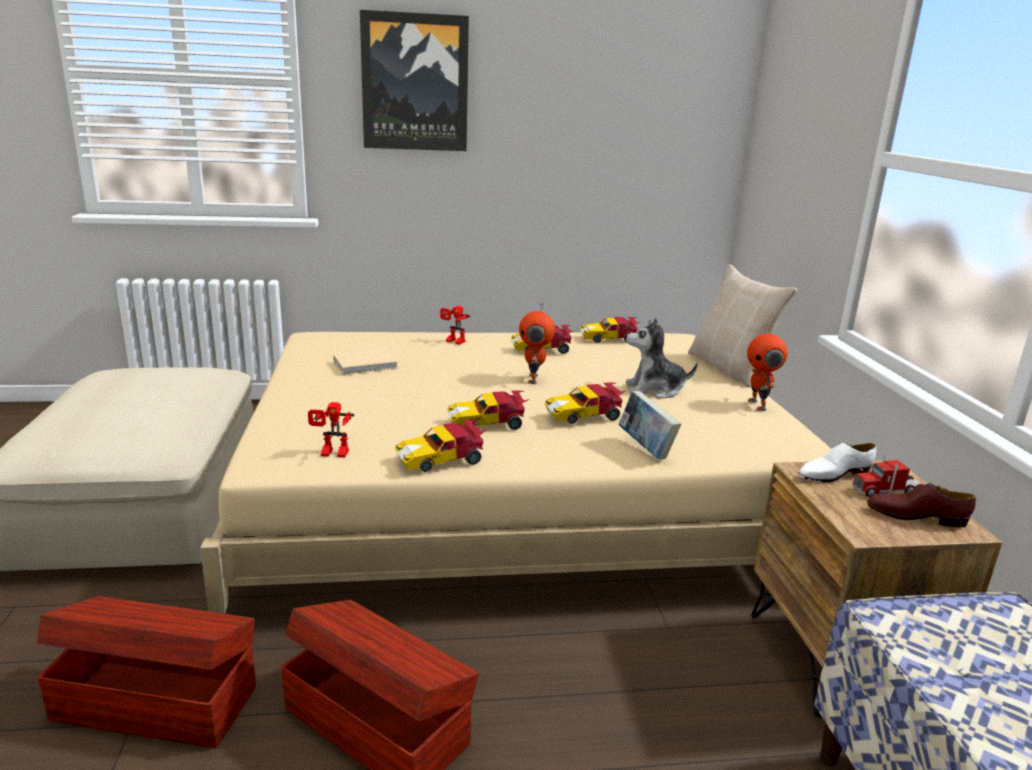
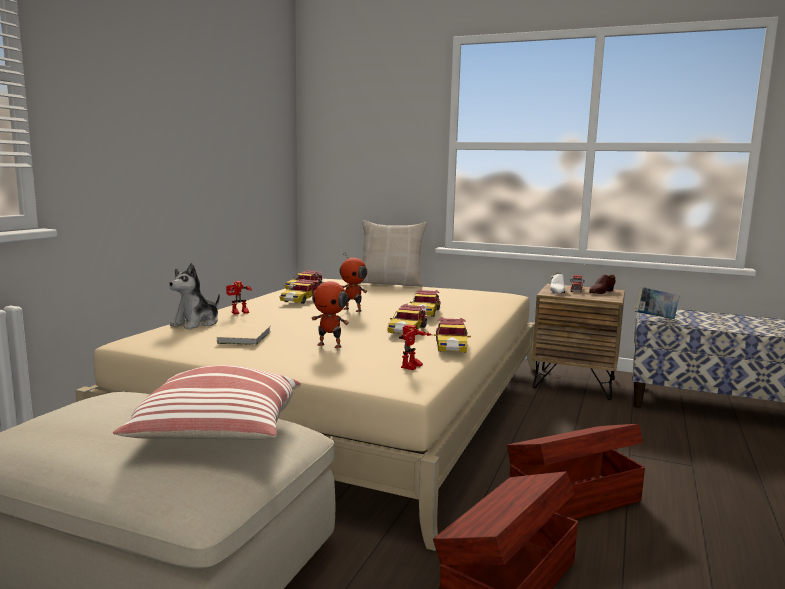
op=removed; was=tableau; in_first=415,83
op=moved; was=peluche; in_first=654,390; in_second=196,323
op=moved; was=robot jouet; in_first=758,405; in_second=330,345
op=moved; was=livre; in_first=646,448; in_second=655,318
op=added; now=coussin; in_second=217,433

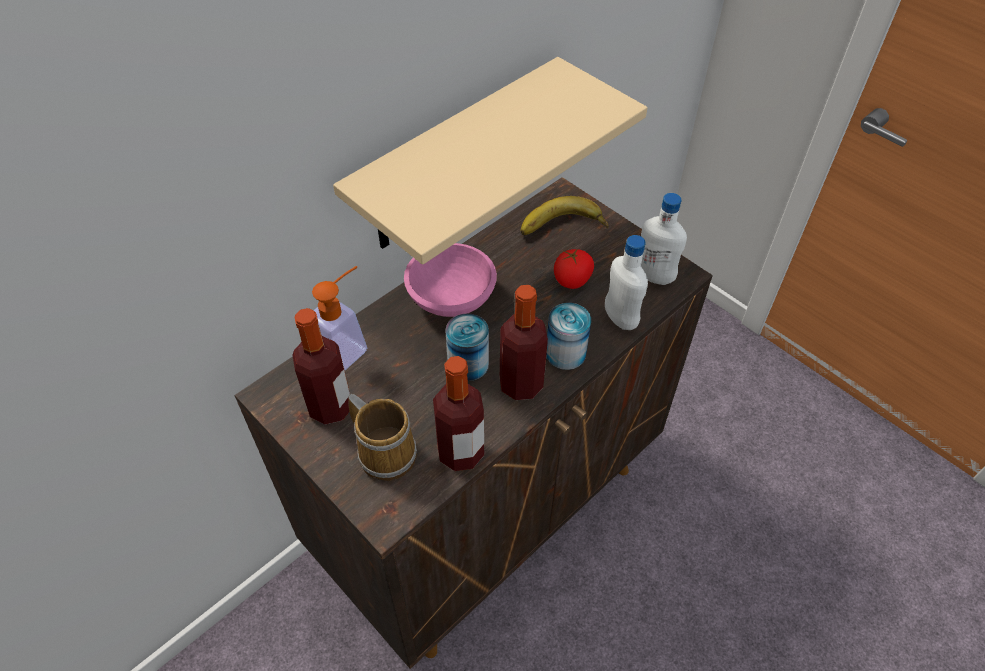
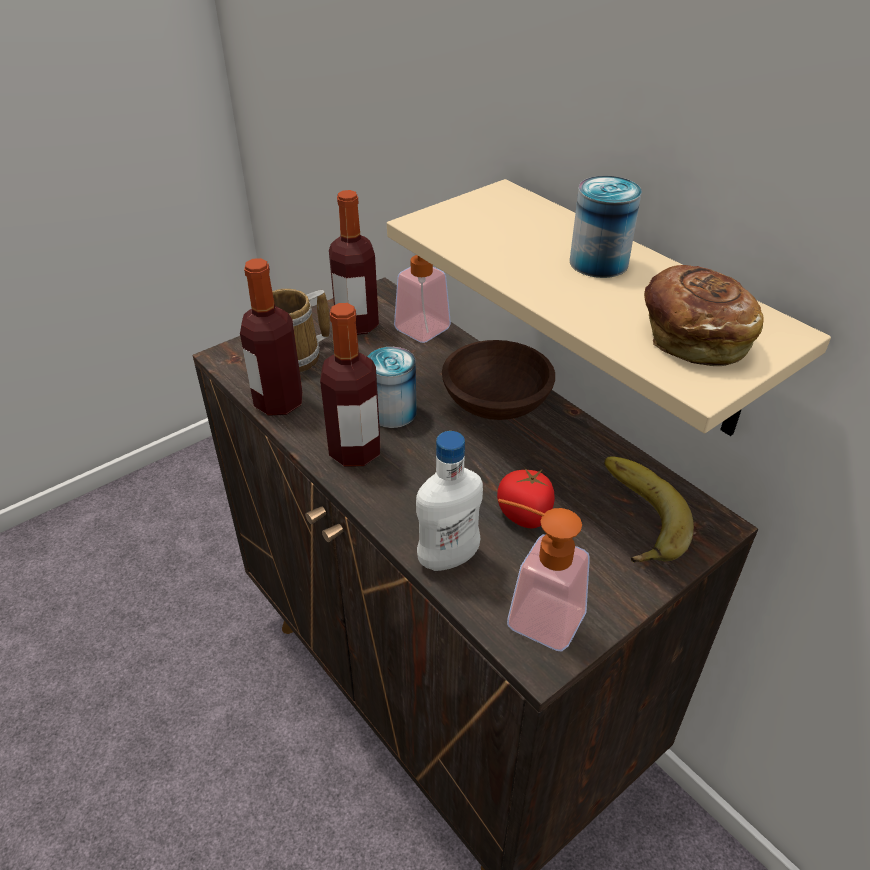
op=replaced; was=bouteille (blanc); now=distributeur de savon; in_first=654,277; in_second=533,614
op=recoloured; was=bol (rose); now=bol (marron); in_first=451,298; in_second=494,403
op=moved; was=boîte métallique; in_first=565,353; in_second=598,262
op=added; now=pain; in_second=693,337

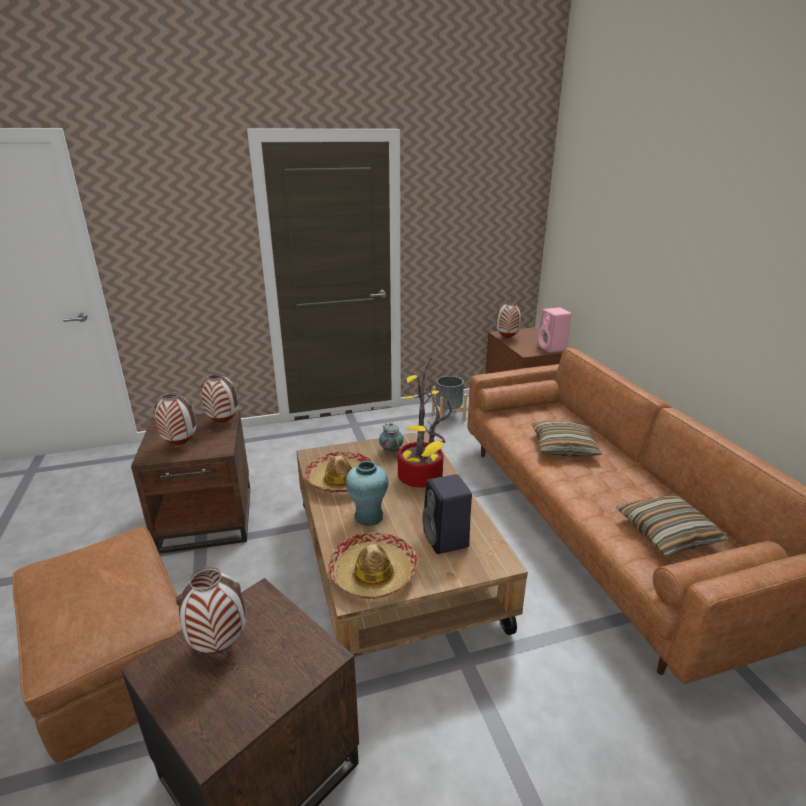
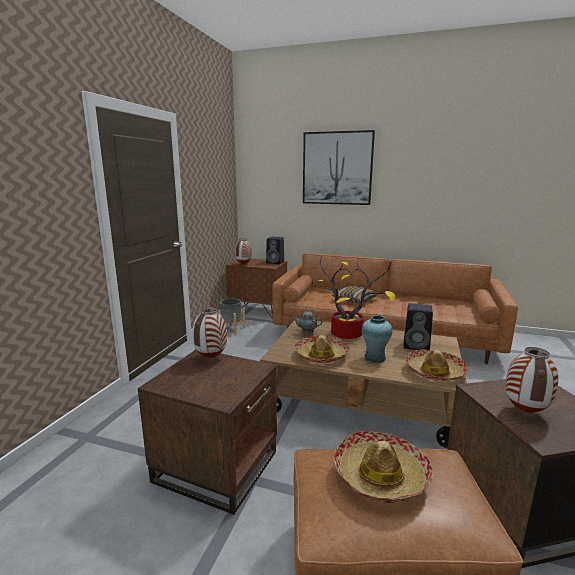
op=recoloured; was=enceinte (rose); now=enceinte (noir); in_first=552,348; in_second=276,262
op=removed; was=vase; in_first=180,445
op=removed; was=coussin; in_first=667,533
op=added; now=tableau; in_second=337,168
op=added; now=chapeau; in_second=381,475

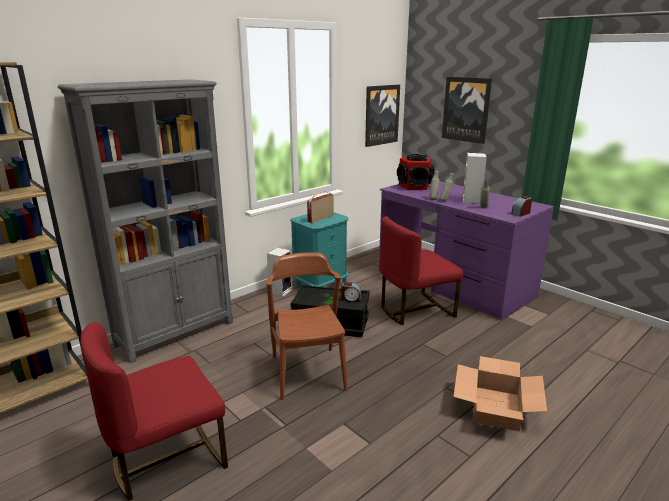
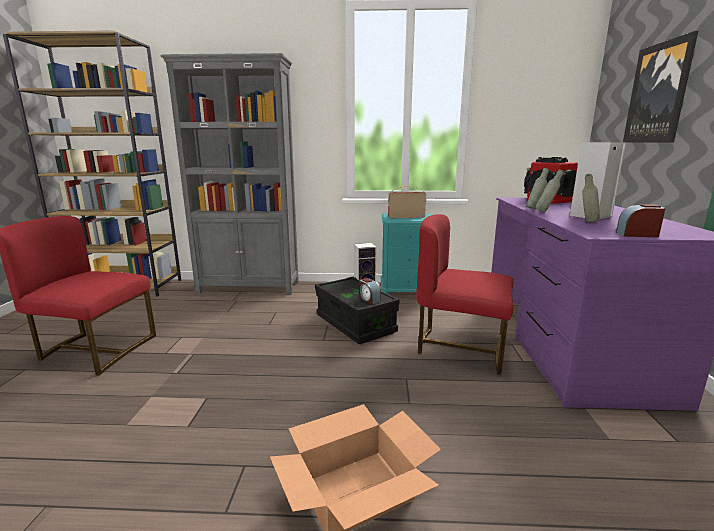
op=removed; was=tableau; in_first=381,115
op=removed; was=chaise (marron); in_first=308,372

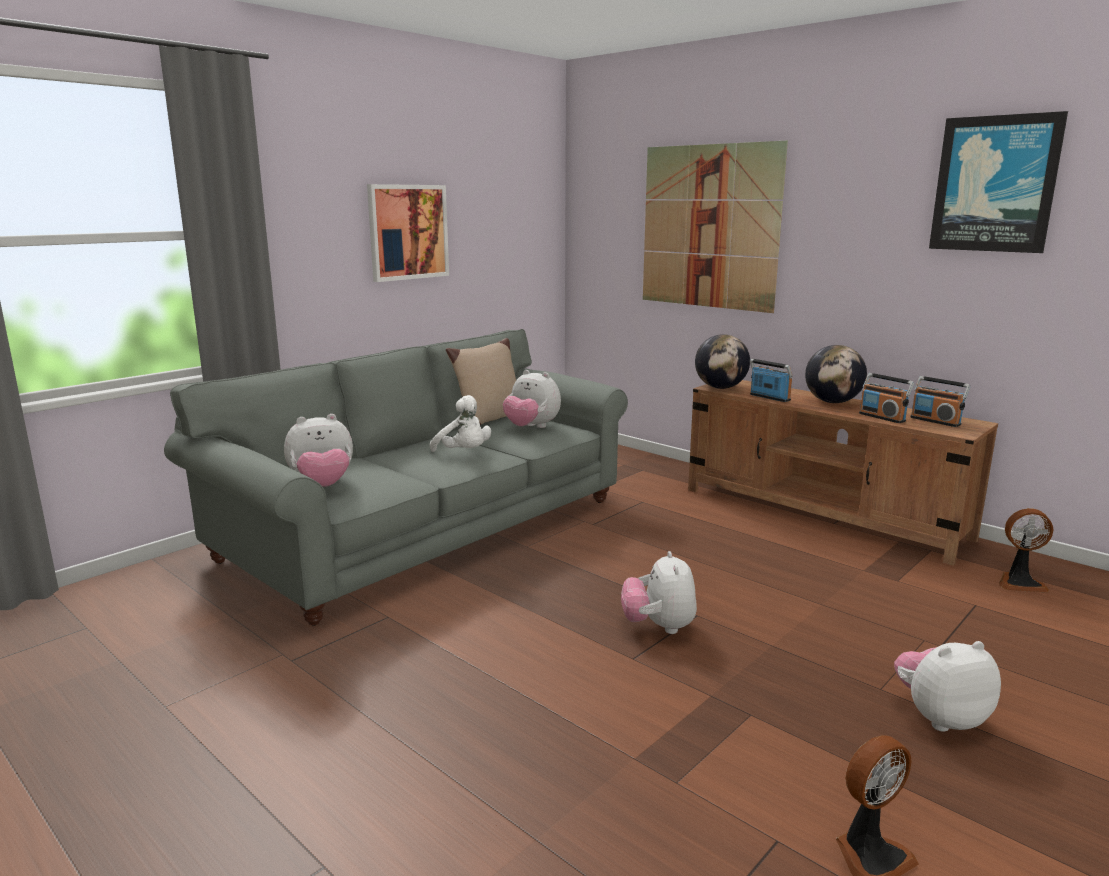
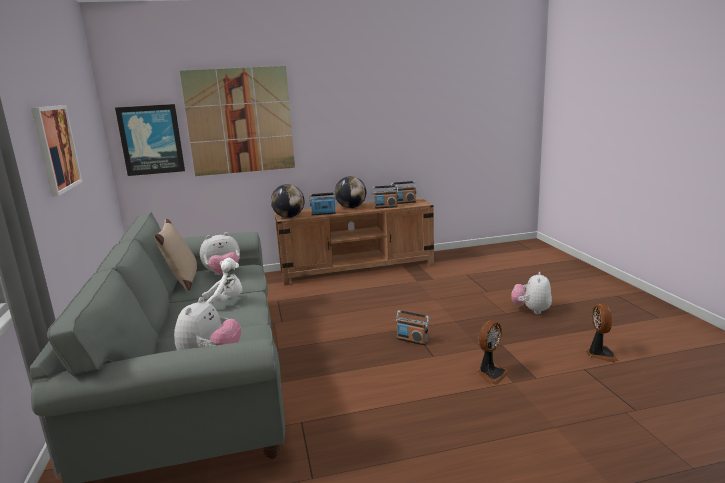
op=moved; was=tableau; in_first=995,184; in_second=151,140
op=moved; was=ventilateur; in_first=1019,583; in_second=491,374
op=replaced; was=peluche; now=radio; in_first=659,627; in_second=412,340

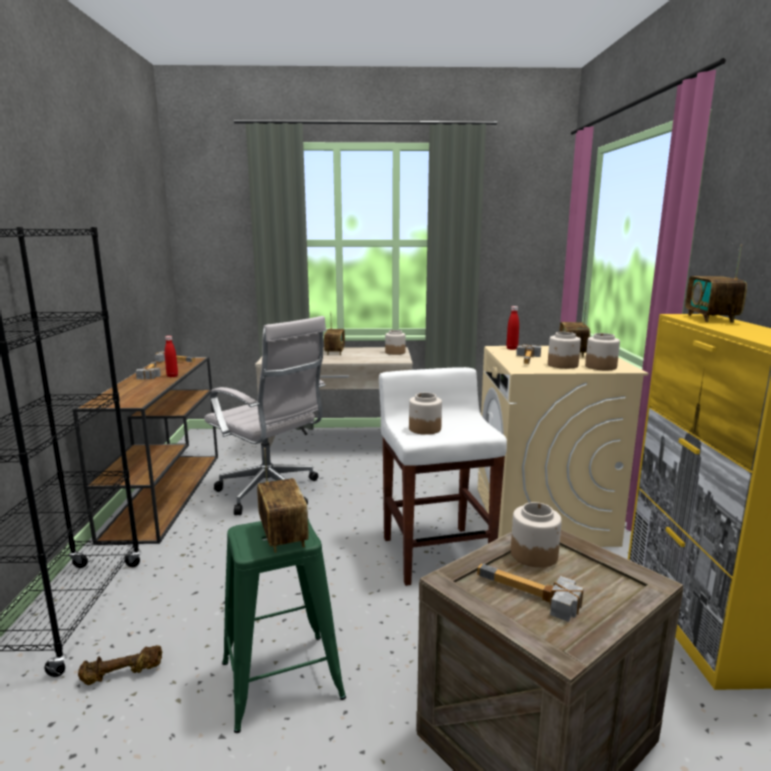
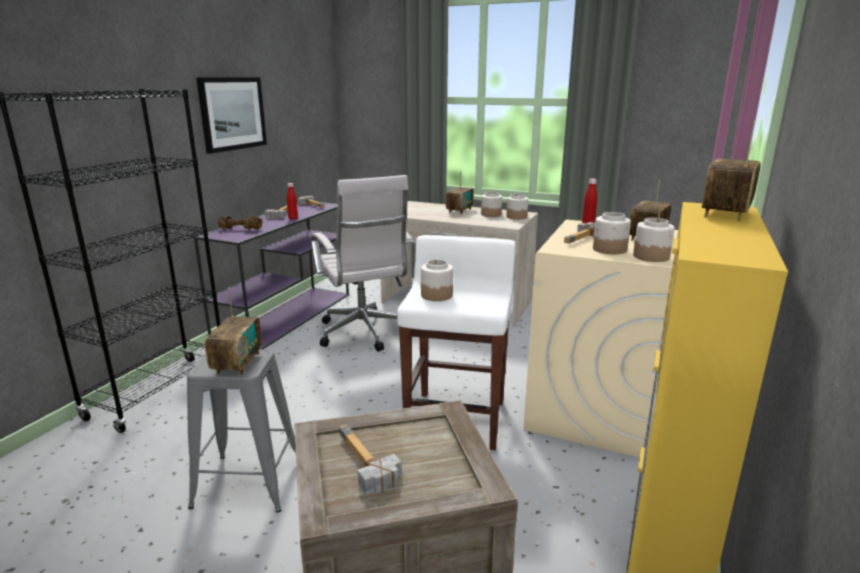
op=recoloured; was=table console (marron); now=table console (violet); in_first=165,493; in_second=287,317
op=moved; was=bocal; in_first=534,554; in_second=491,214
op=recoloured; was=tabouret (vert); now=tabouret (gris); in_first=281,680; in_second=248,482
op=moved; was=haltère (marron); in_first=122,675; in_second=240,229
op=added; now=tableau; in_second=232,113

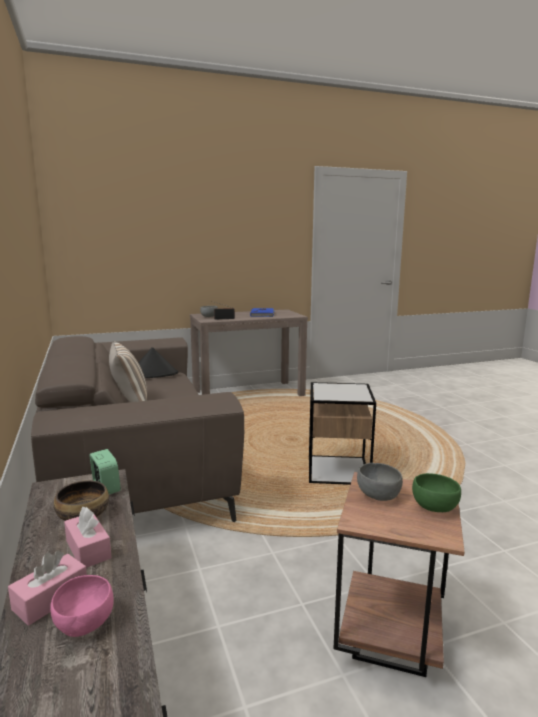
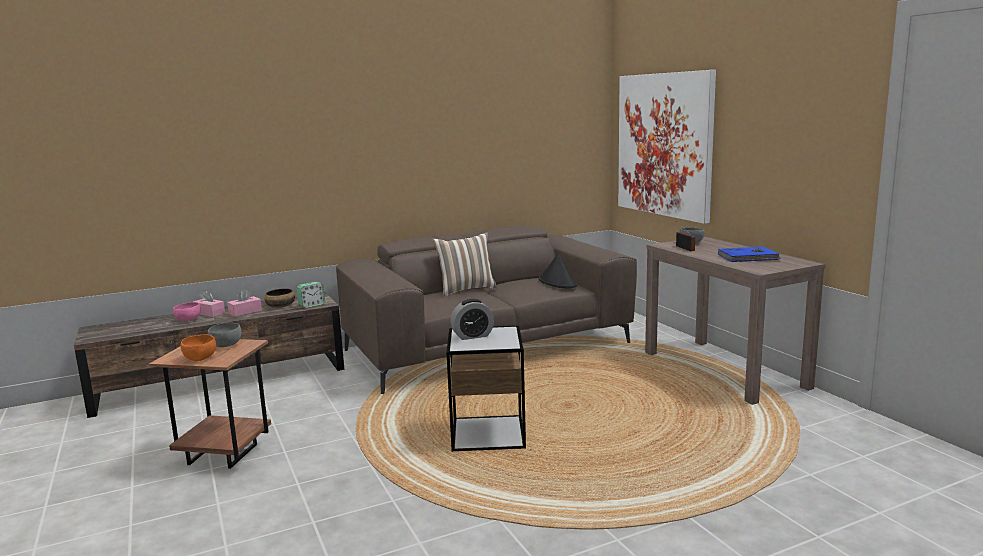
op=recoloured; was=bol (vert); now=bol (orange); in_first=434,508; in_second=200,358
op=added; now=tableau; in_second=664,145
op=added; now=réveil; in_second=472,336

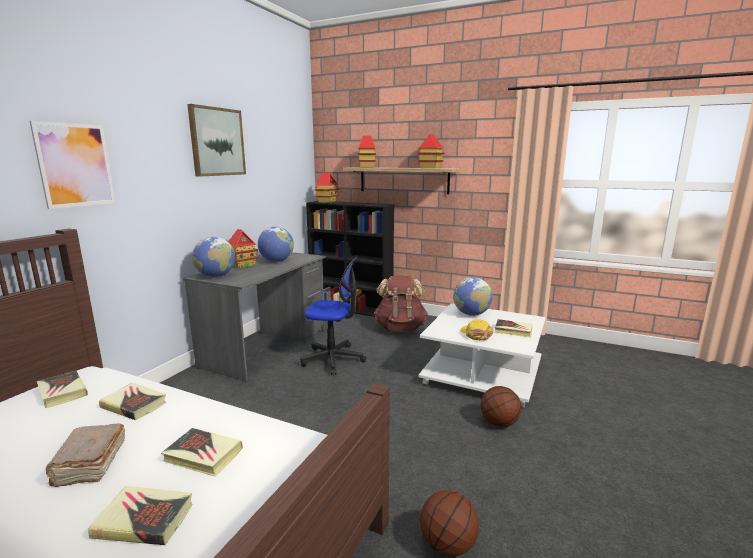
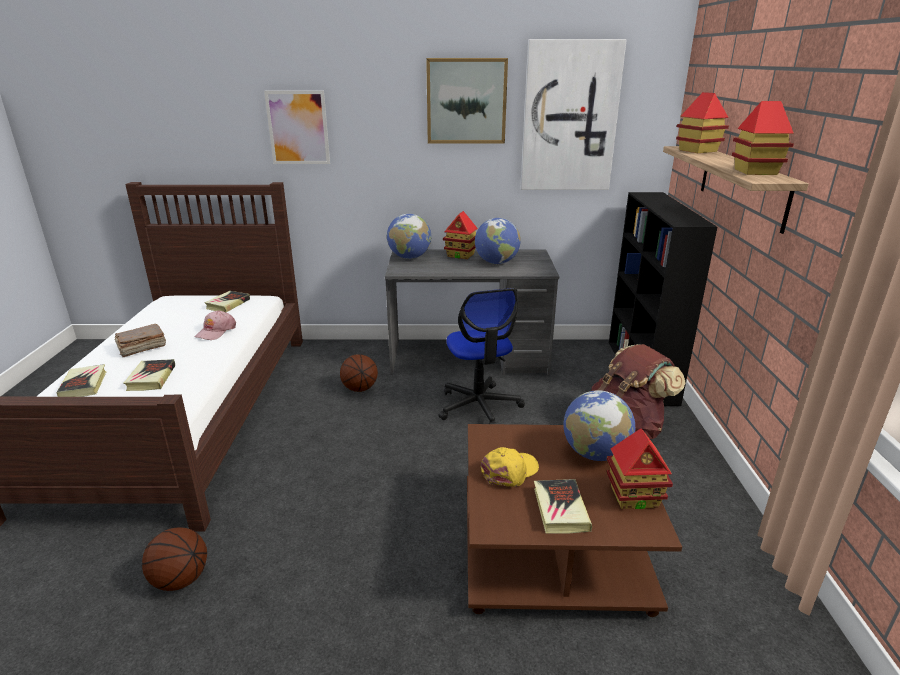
op=moved; was=maison miniature; in_first=327,202; in_second=634,497
op=recoloured; was=table basse (blanc); now=table basse (marron); in_first=483,373; in_second=554,548
op=replaced; was=livre; now=casquette (rose); in_first=134,405; in_second=216,331
op=moved; was=ballon de basket; in_first=498,423; in_second=359,388
op=added; now=tableau; in_second=569,117

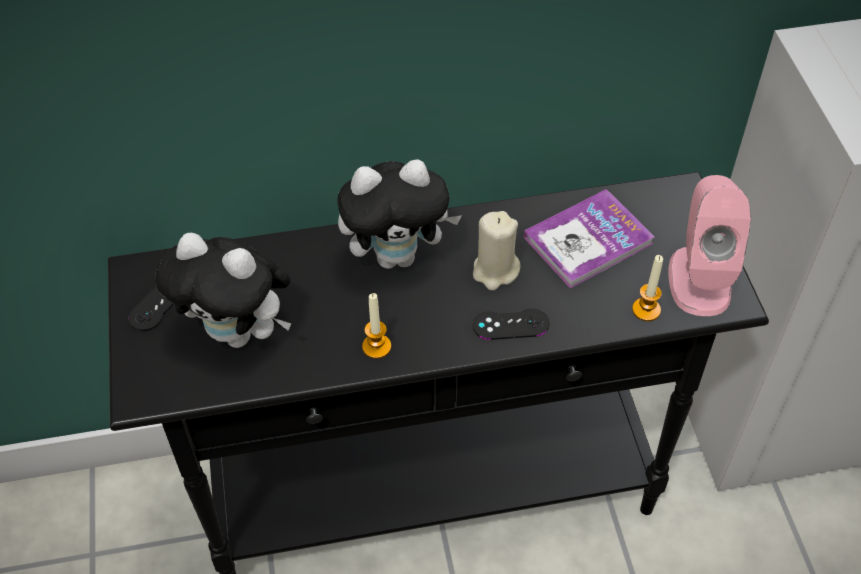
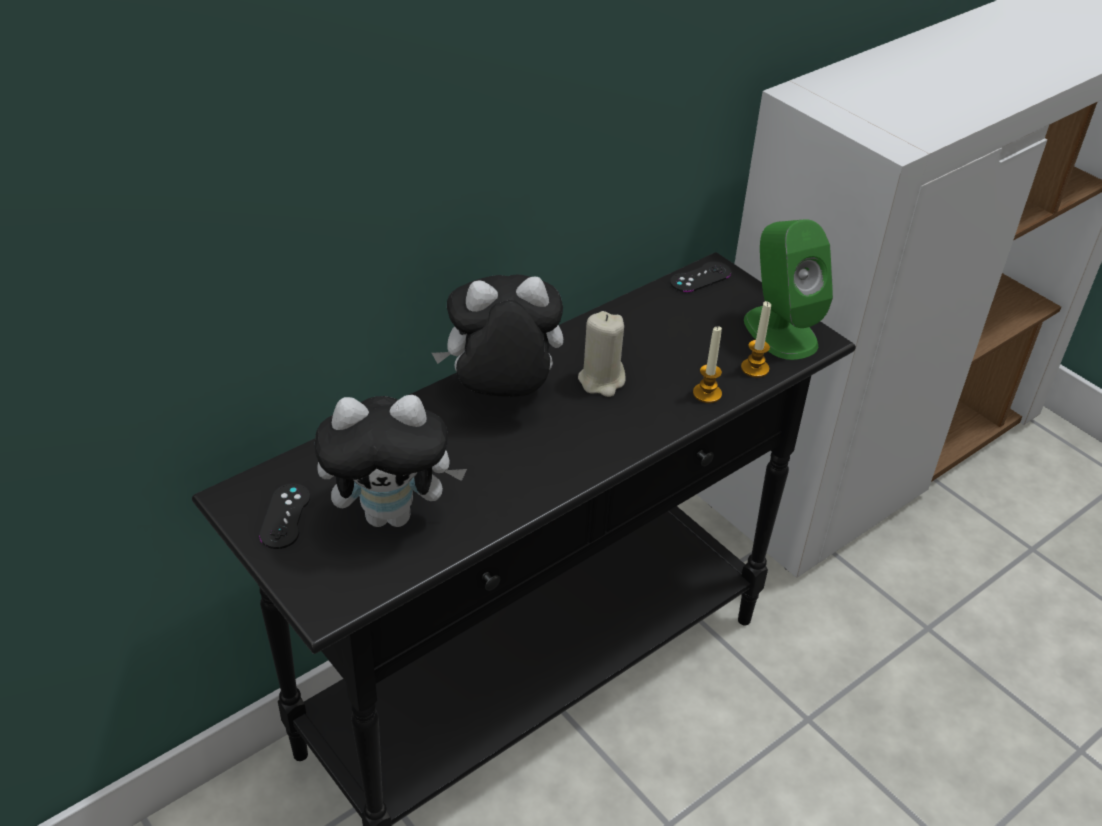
op=turned; was=peluche; in_first=398,256; in_second=501,396; clockwise=-150
op=recoloured; was=enceinte (rose); now=enceinte (vert); in_first=699,279; in_second=780,331
op=removed; was=livre; in_first=588,240
op=moved; was=bougie; in_first=376,347; in_second=707,393
op=moved; was=manette (noir); in_first=511,324; in_second=700,277

